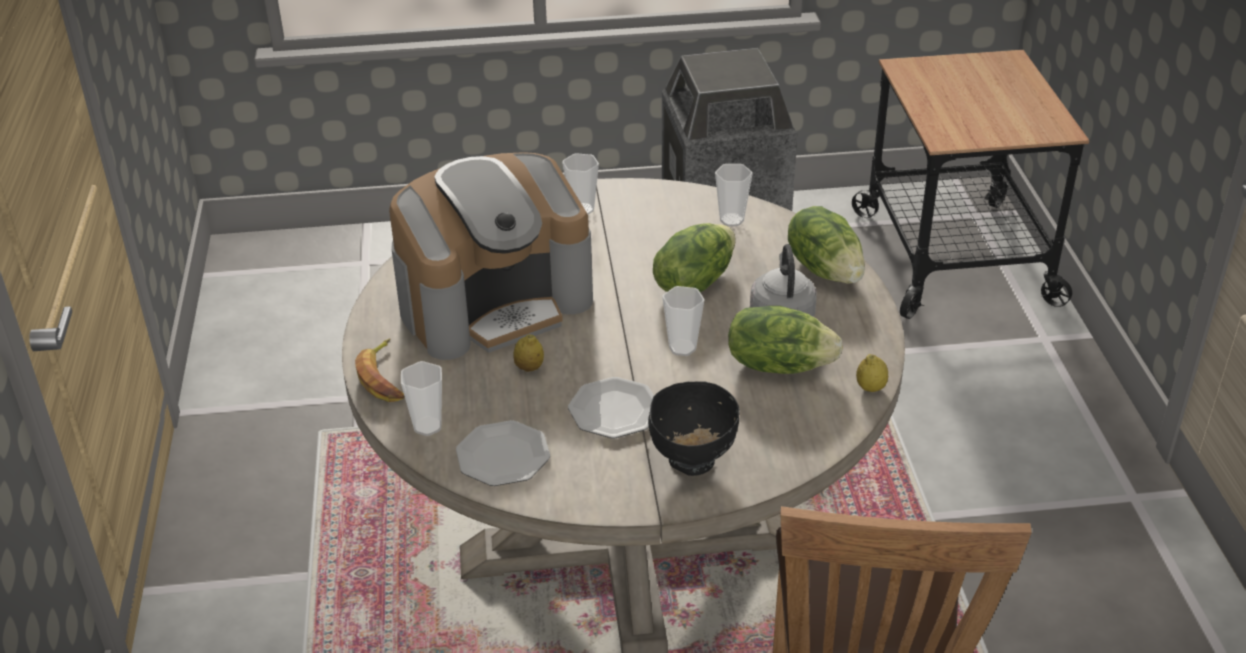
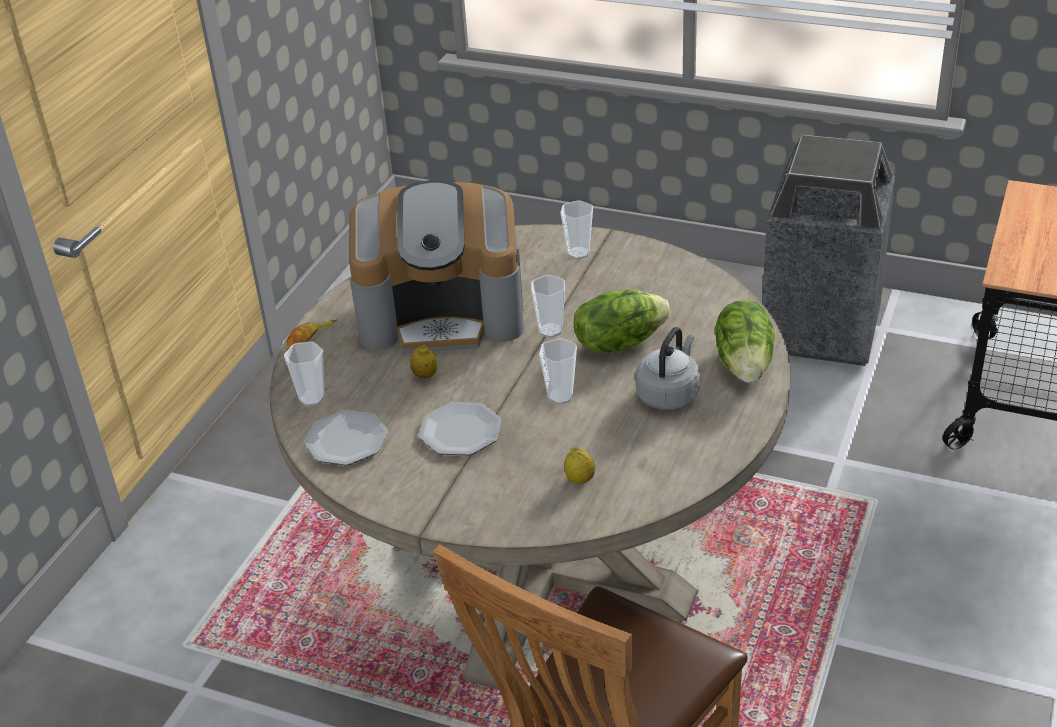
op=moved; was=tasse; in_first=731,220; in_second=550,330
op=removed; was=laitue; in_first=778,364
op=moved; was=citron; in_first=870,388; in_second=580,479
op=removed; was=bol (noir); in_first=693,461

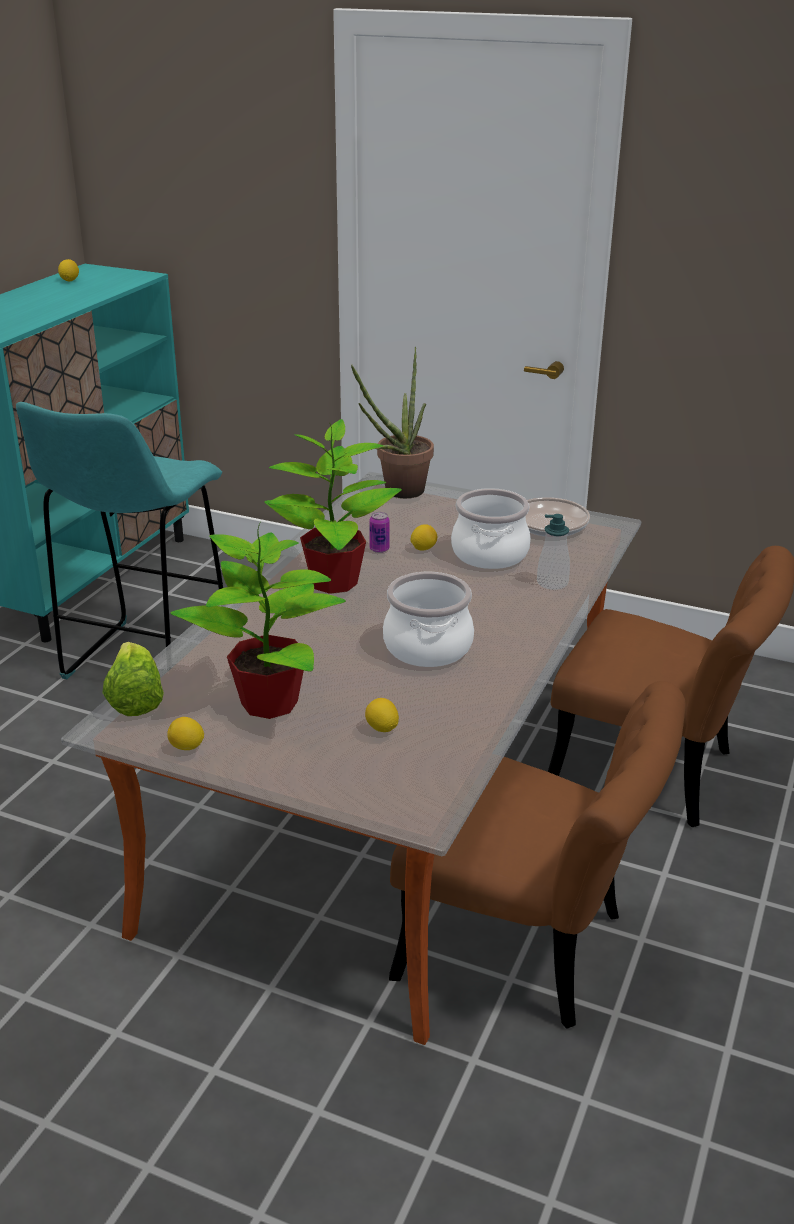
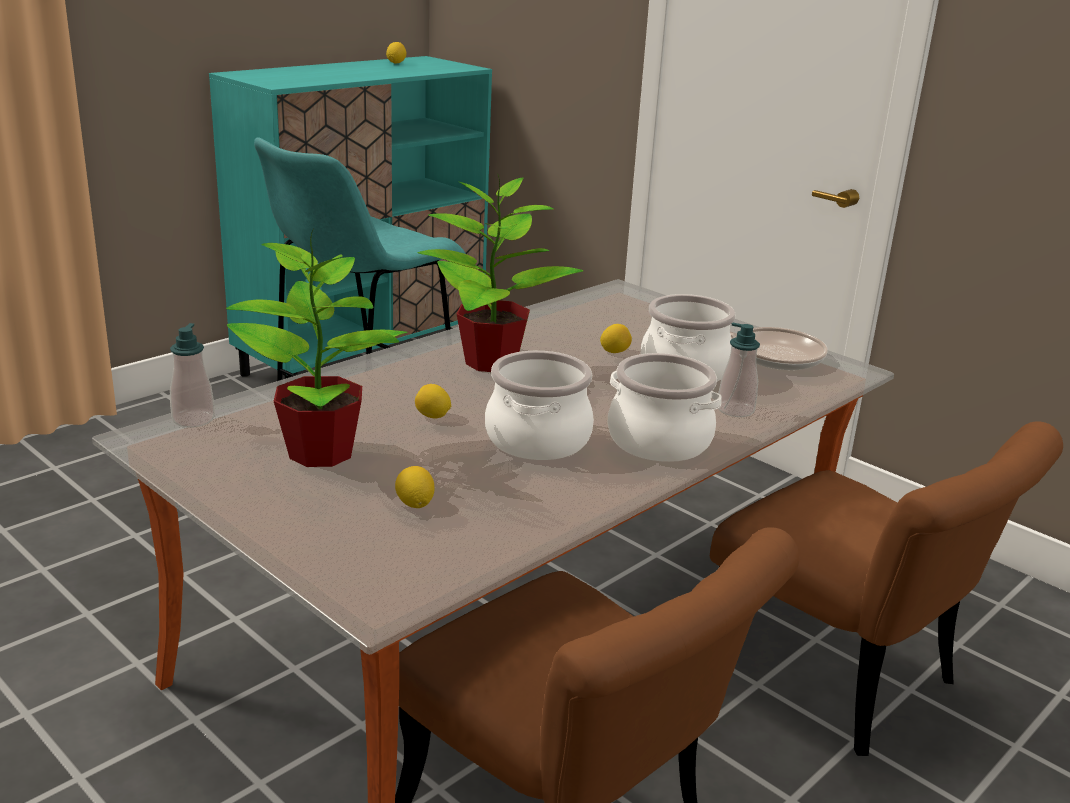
op=removed; was=plante en pot; in_first=398,493
op=removed; was=boîte métallique; in_first=379,549
op=replaced; was=laitue; now=distributeur de savon; in_first=135,699; in_second=193,419
op=moved; was=citron; in_first=187,747; in_second=432,416
op=added; now=marmite; in_second=658,442

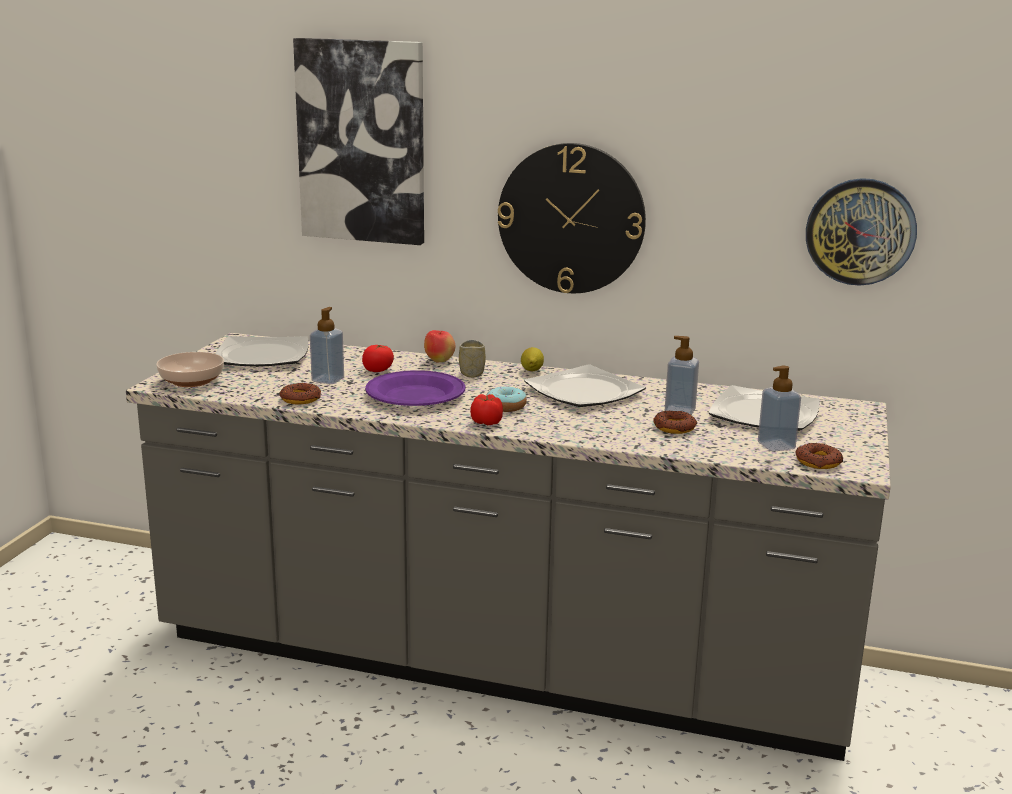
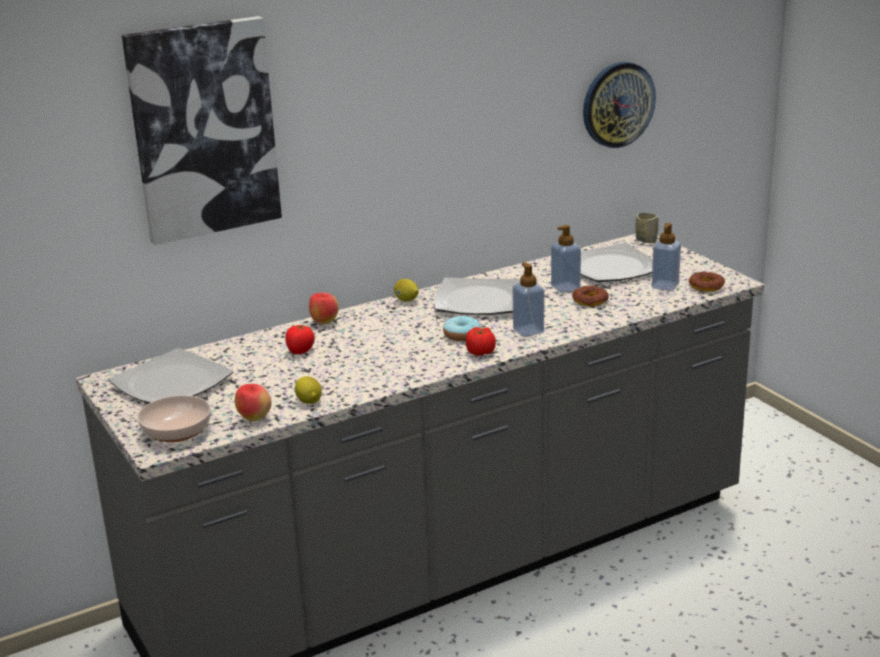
op=removed; was=horloge murale; in_first=571,218
op=moved; was=distributeur de savon; in_first=328,379; in_second=528,331
op=moved; was=tasse; in_first=472,374; in_second=646,240
op=removed; was=assiette (violet); in_first=416,395
op=replaced; was=beignet; now=citron; in_first=300,399; in_second=309,401
op=added; now=pomme; in_second=255,418

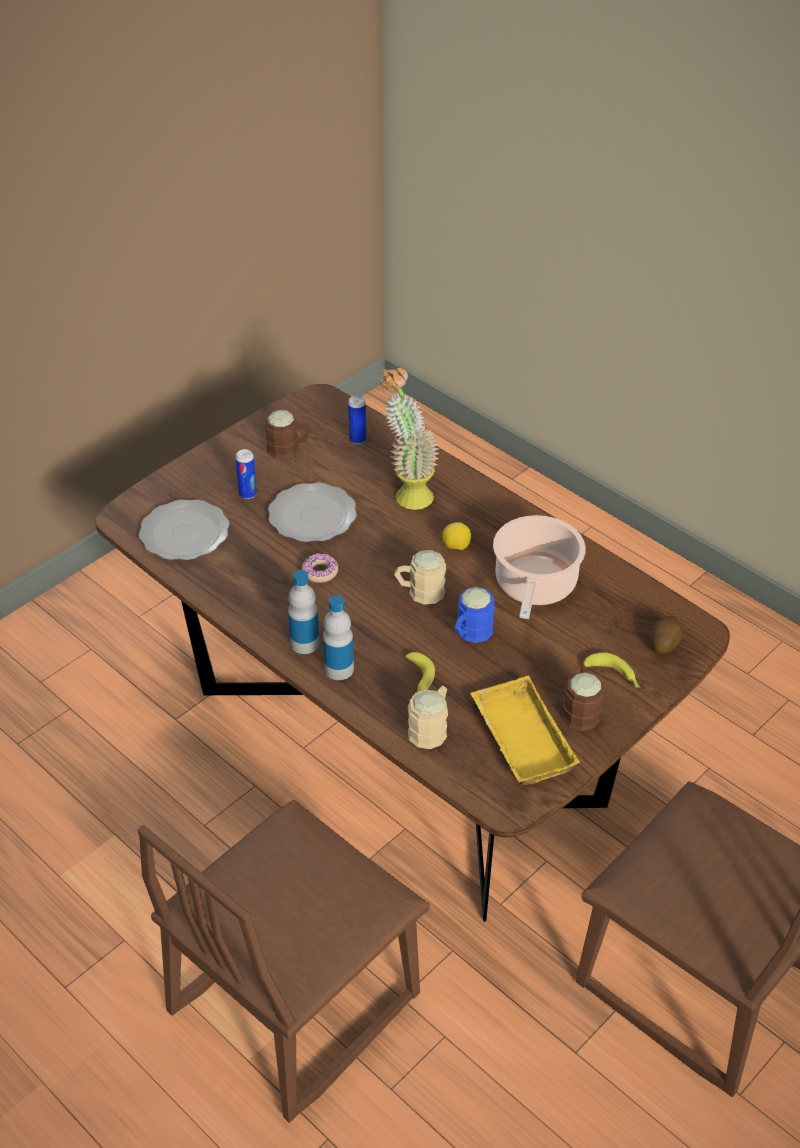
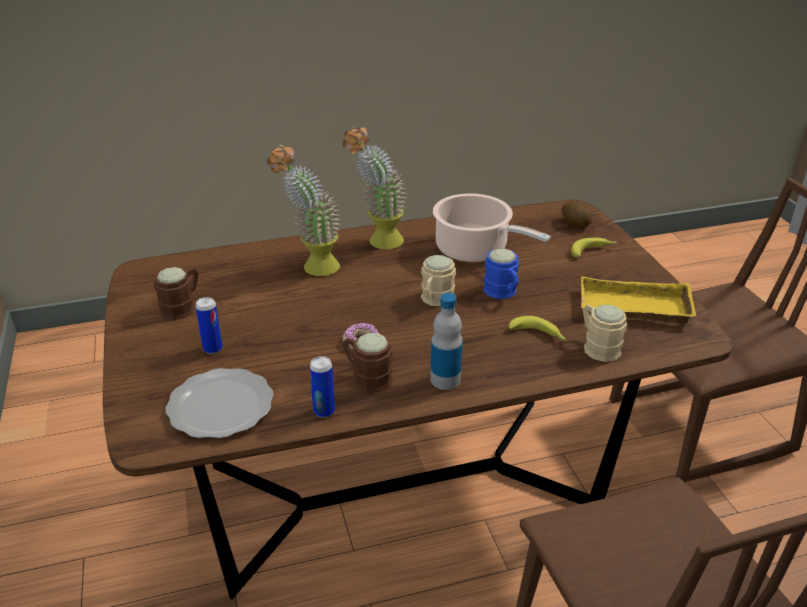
op=moved; was=boîte métallique; in_first=357,439; in_second=324,411
op=removed; was=assiette; in_first=311,516
op=removed; was=citron; in_first=456,547
op=removed; was=bouteille; in_first=339,669
op=moved; was=mug (marron); in_first=580,709; in_second=366,377
op=added; now=plante en pot; in_second=378,243

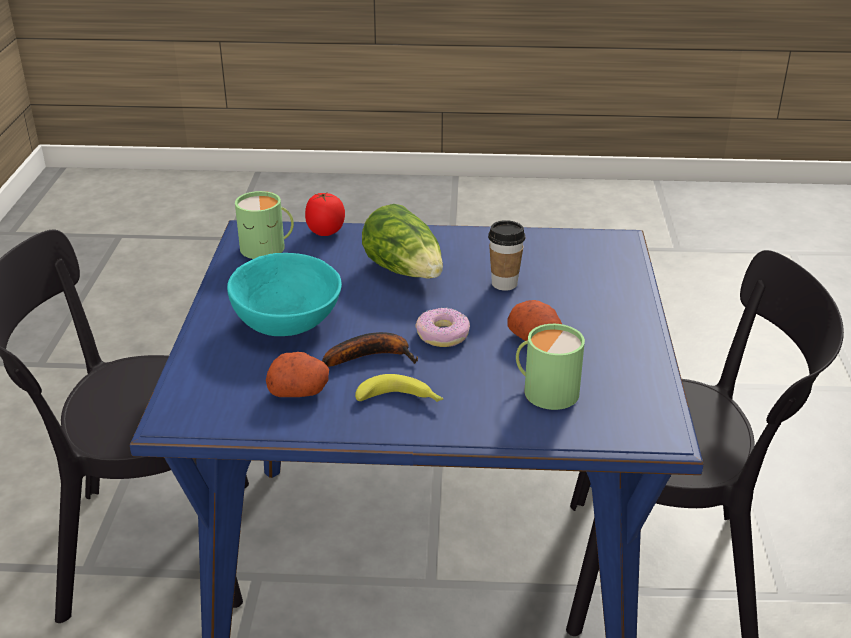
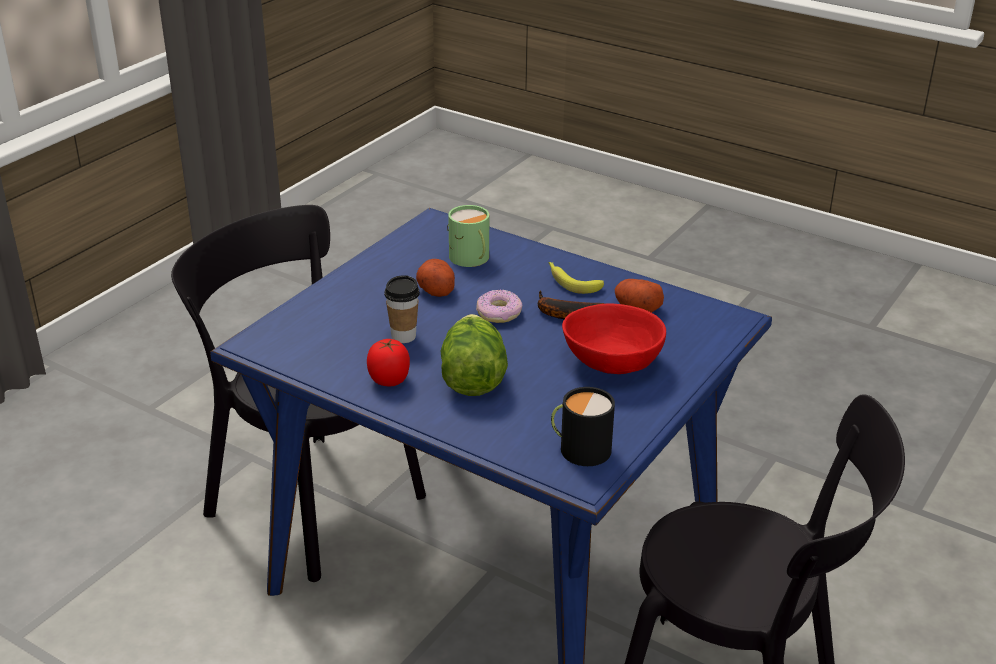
op=recoloured; was=mug (vert); now=mug (noir); in_first=267,248; in_second=580,448
op=moved; was=tomate; in_first=325,233; in_second=389,380
op=recoloured; was=bol (turquoise); now=bol (rouge); in_first=285,321; in_second=613,363

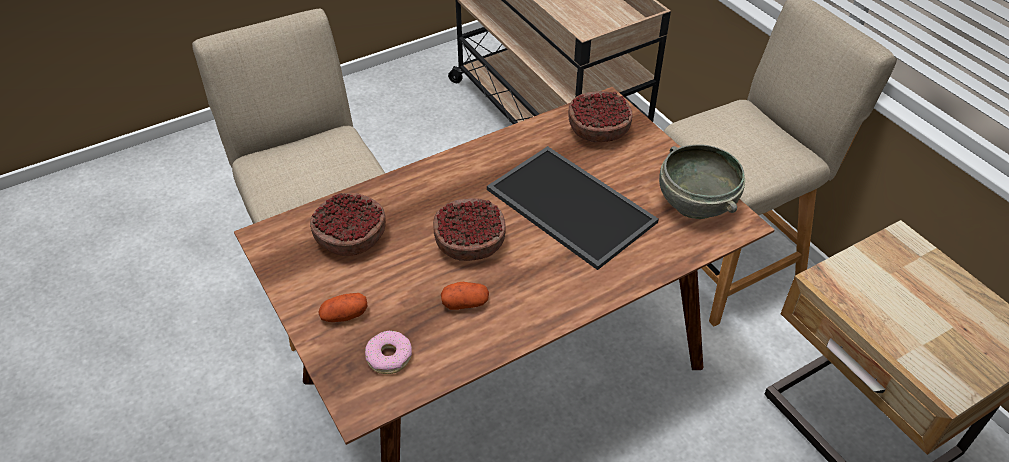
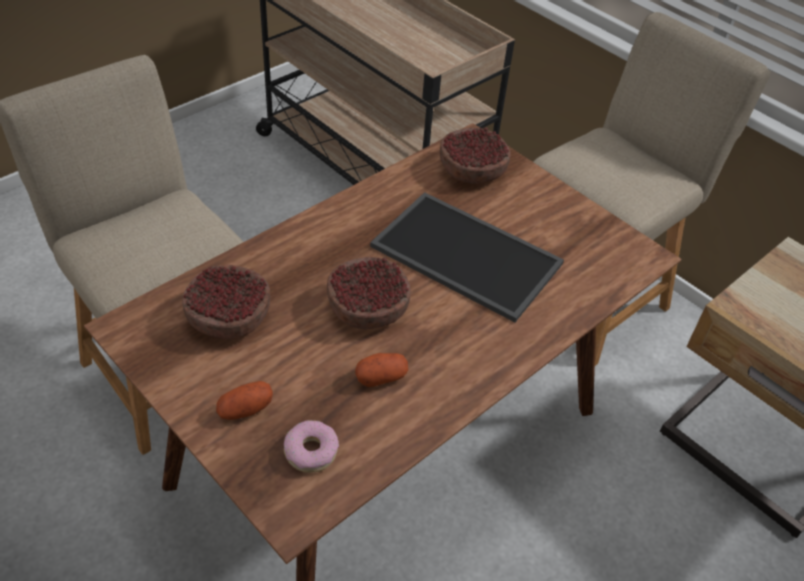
op=removed; was=bol (gris); in_first=694,204

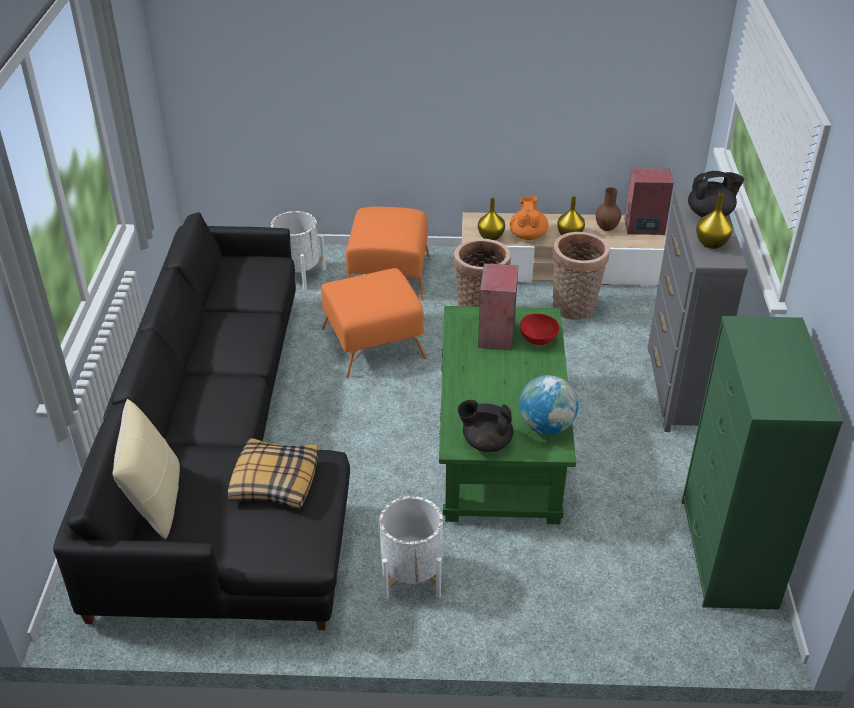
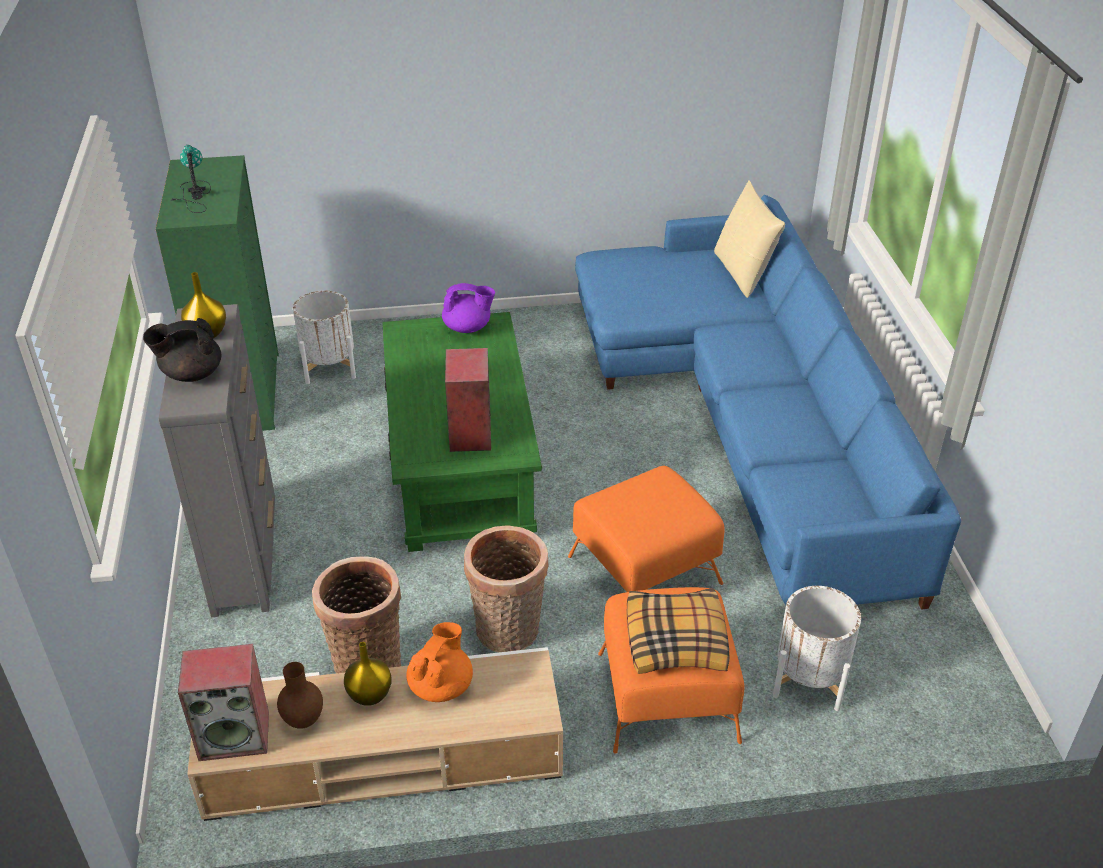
op=turned; was=théière (orange); in_first=528,235; in_second=441,685; clockwise=-150
op=removed; was=vase (jaune); in_first=491,237
op=recoloured; was=canapé (noir); now=canapé (bleu); in_first=221,457; in_second=747,417
op=removed; was=bol (rouge); in_first=538,339
op=removed; was=globe; in_first=546,426
op=recoloured; was=théière (noir); now=théière (violet); in_first=486,442; in_second=468,327
op=moved; was=coussin; in_first=274,481; in_second=676,641
op=moved; was=cache-pot (blanc); in_first=411,575; in_second=329,367
op=added; now=lampe de table; in_second=194,195

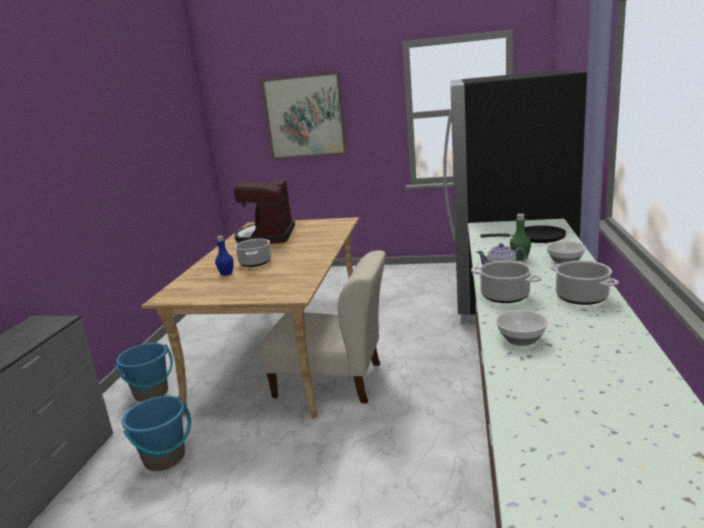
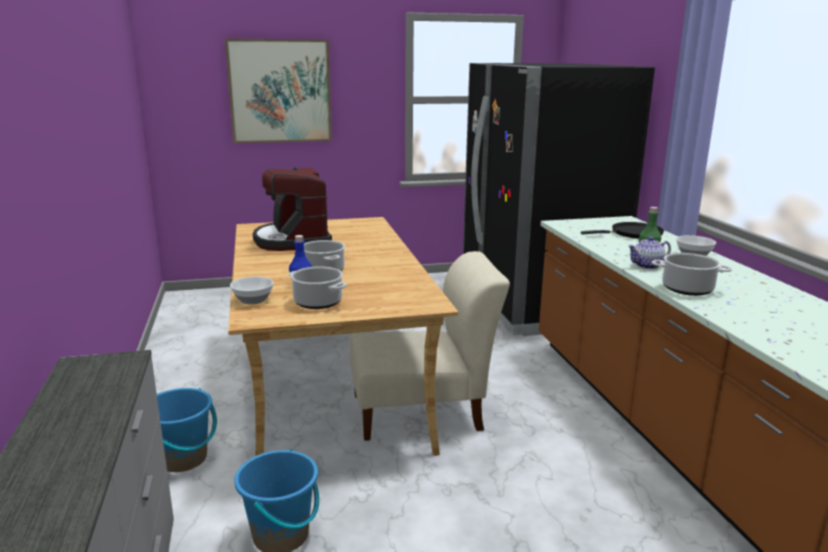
op=moved; was=marmite; in_first=582,297; in_second=318,302
op=moved; was=bol; in_first=522,340; in_second=254,300

